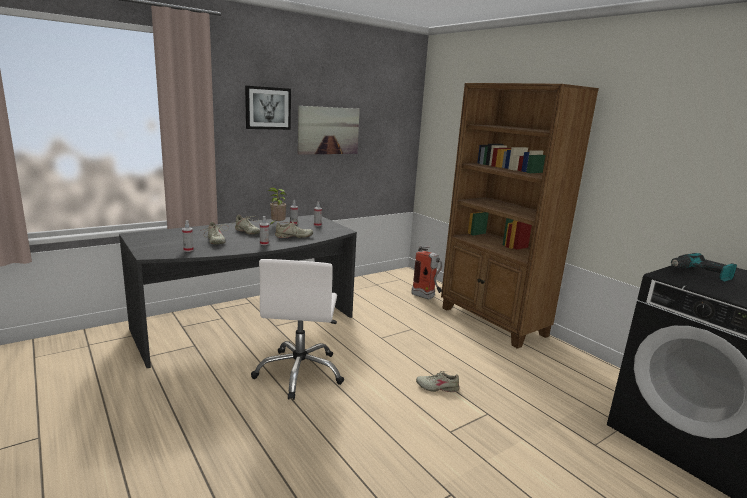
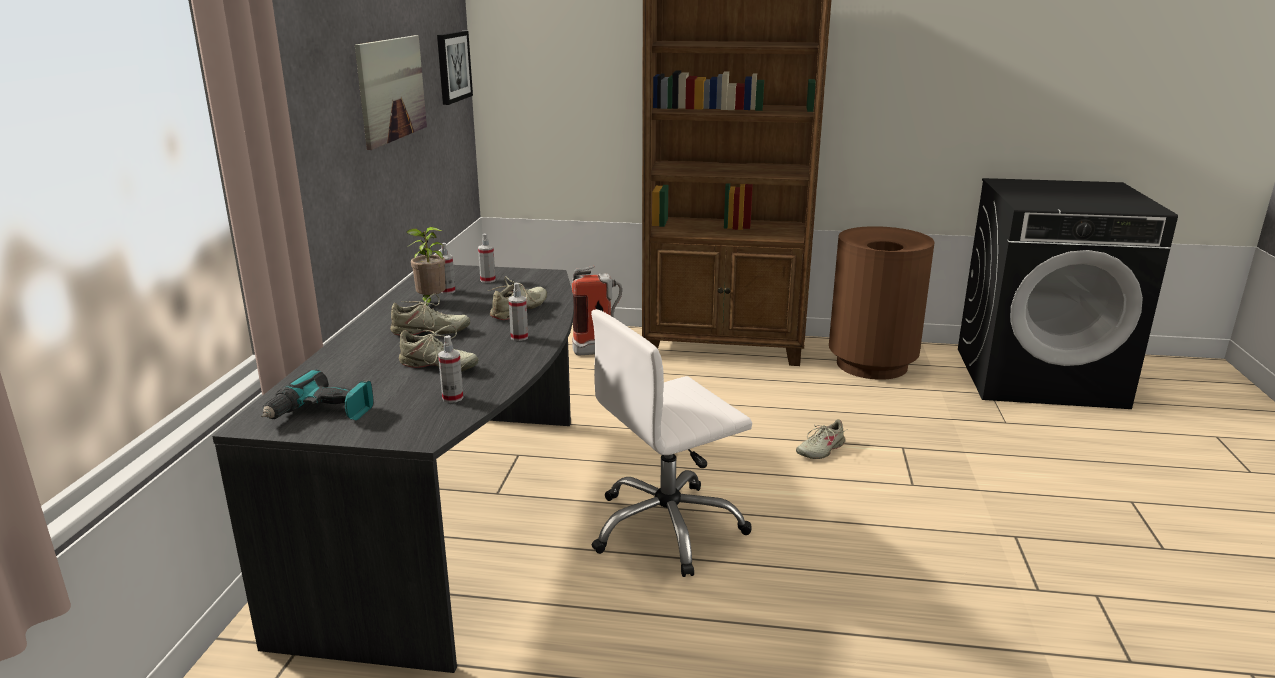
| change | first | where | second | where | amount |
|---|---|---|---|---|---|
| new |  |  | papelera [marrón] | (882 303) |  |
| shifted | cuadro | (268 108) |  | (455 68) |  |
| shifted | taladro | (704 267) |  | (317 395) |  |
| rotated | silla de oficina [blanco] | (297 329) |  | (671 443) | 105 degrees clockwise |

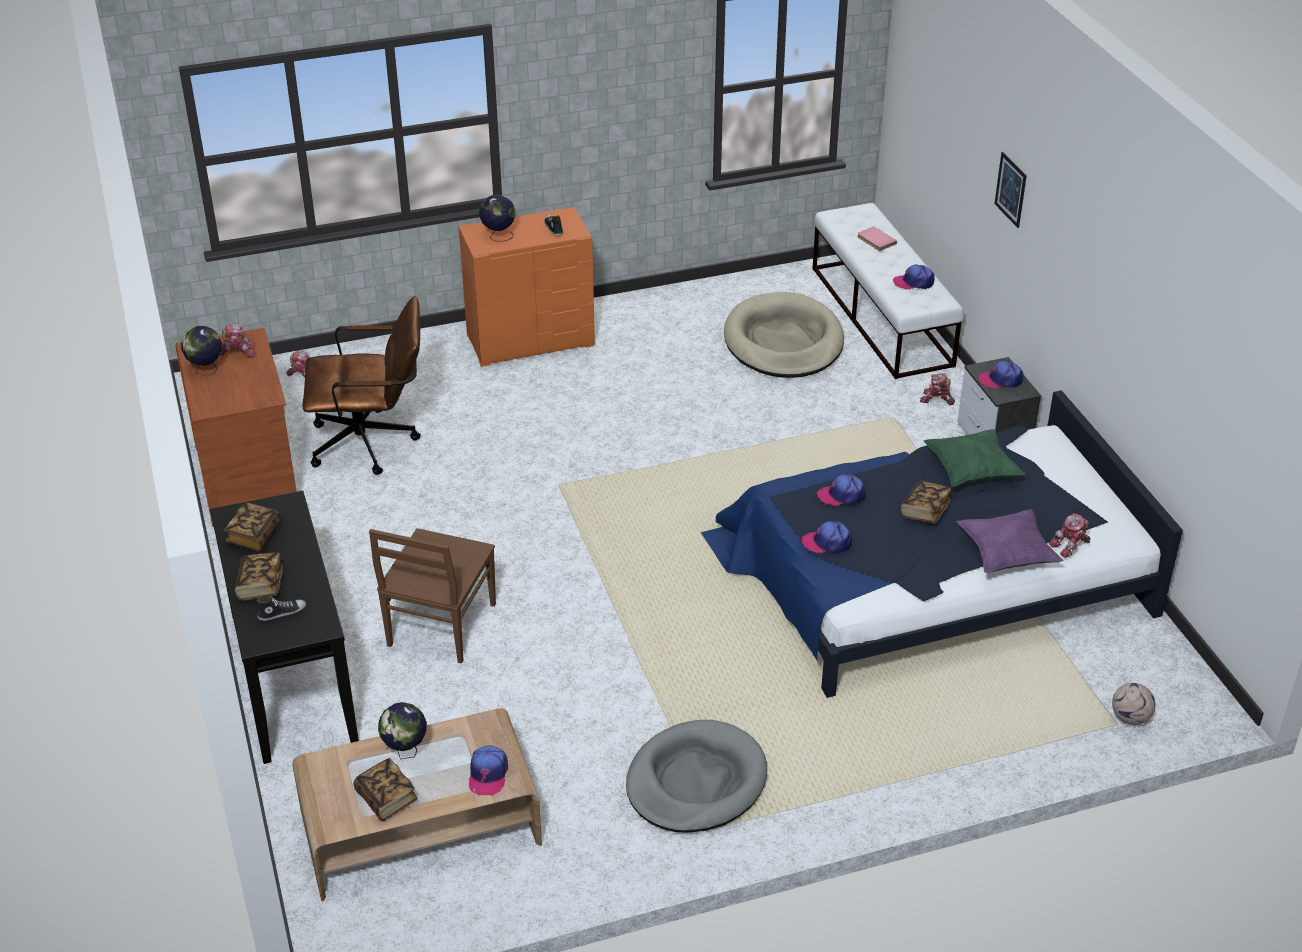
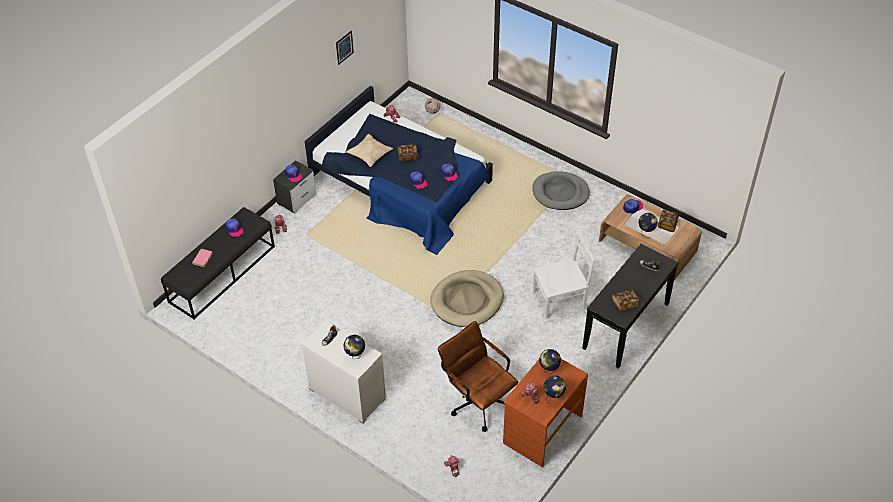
| change | first | where | second | where | amount |
|---|---|---|---|---|---|
| gone | libro | (258 576) |  |  |  |
| gone | cojín [morado] | (1010 541) |  |  |  |
| new |  |  | globo terráqueo | (550 361) |  |
| shifted | cama para perro [beis] | (784 335) |  | (467 298) |  |
| shifted | cuadro | (1011 190) |  | (345 48) |  |
| repainted | silla [marrón] | (432 596) | silla [blanco] | (564 276) |  |
| repainted | cómoda [naranja] | (527 287) | cómoda [blanco] | (344 372) |  |
| repainted | banco [blanco] | (888 291) | banco [negro] | (218 263) |  |
| repainted | cojín [verde] | (975 458) | cojín [beis] | (370 150) |  |

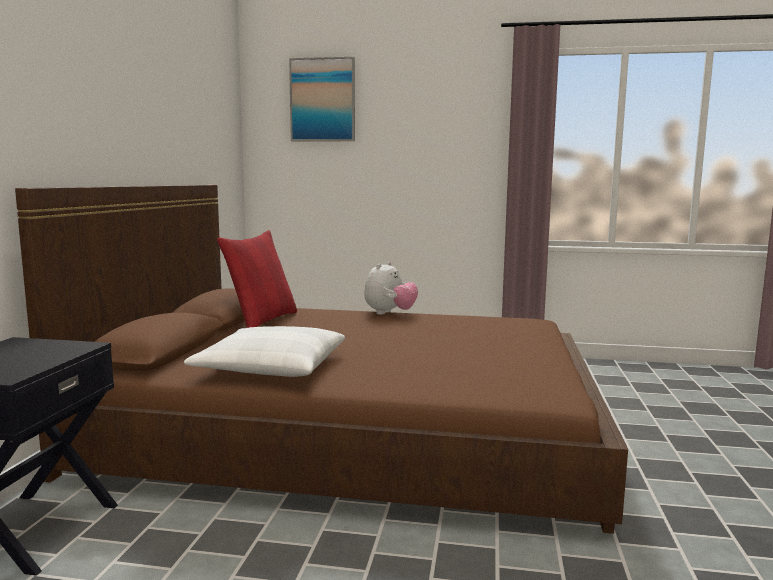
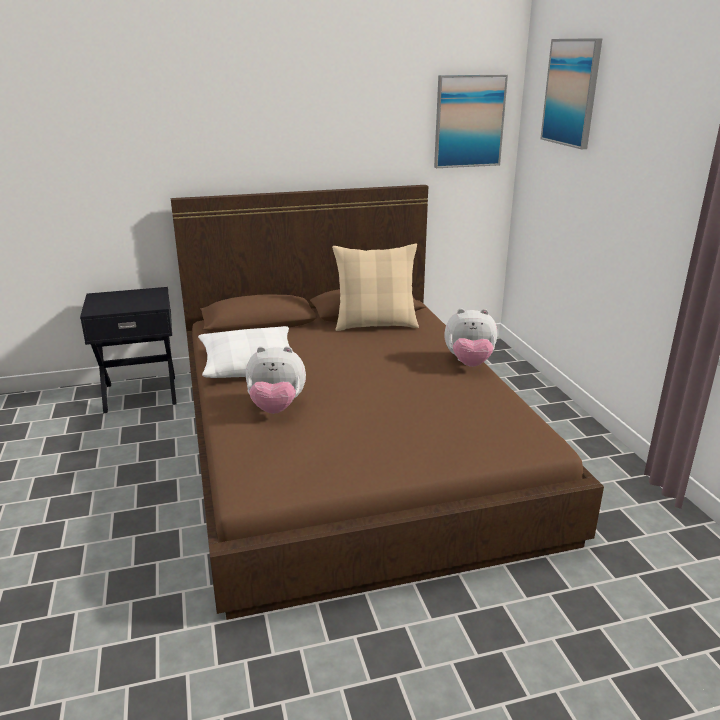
| change | first | where | second | where | amount |
|---|---|---|---|---|---|
| new |  |  | peluche | (276 380) |  |
| new |  |  | cuadro | (471 121) |  |
| repainted | cojín [rojo] | (257 279) | cojín [beis] | (375 287) |  |

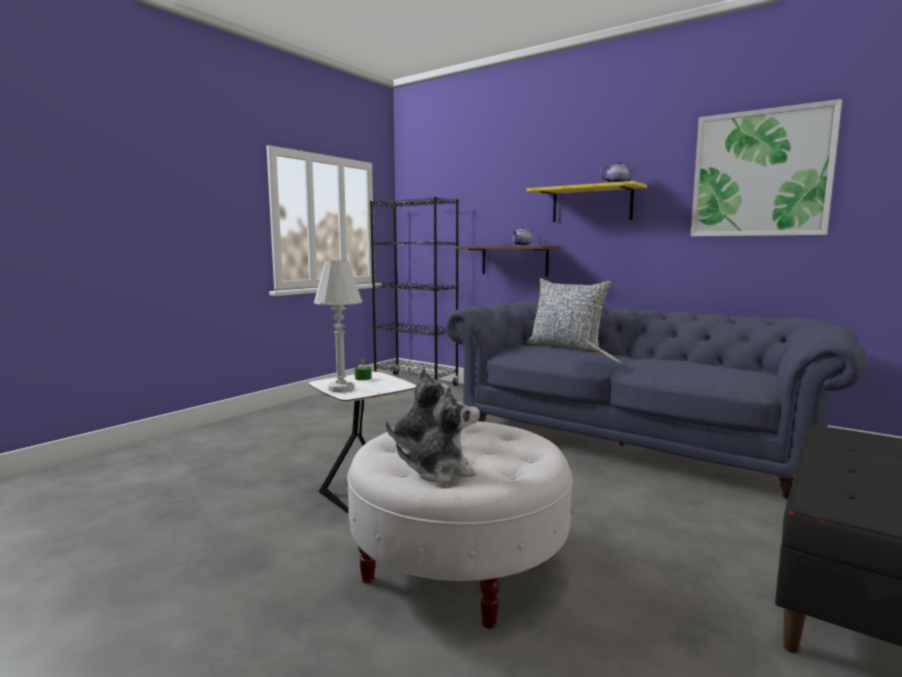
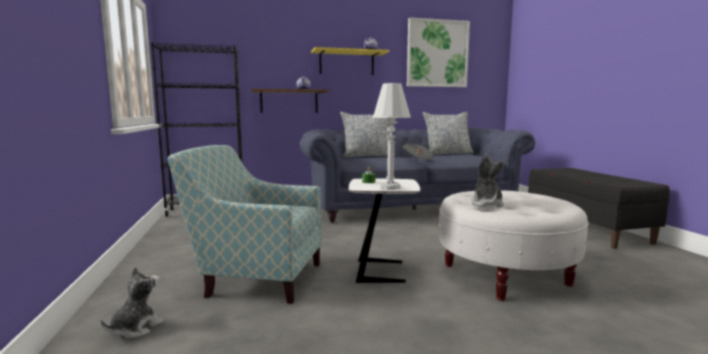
| change | first | where | second | where | amount |
|---|---|---|---|---|---|
| new |  |  | sillón | (245 224) |  |
| new |  |  | cojín | (448 133) |  |
| shifted | peluche | (438 434) |  | (132 303) |  |

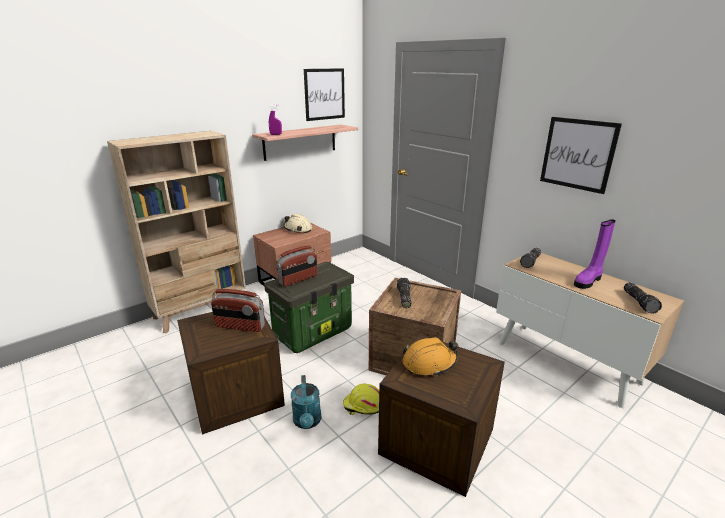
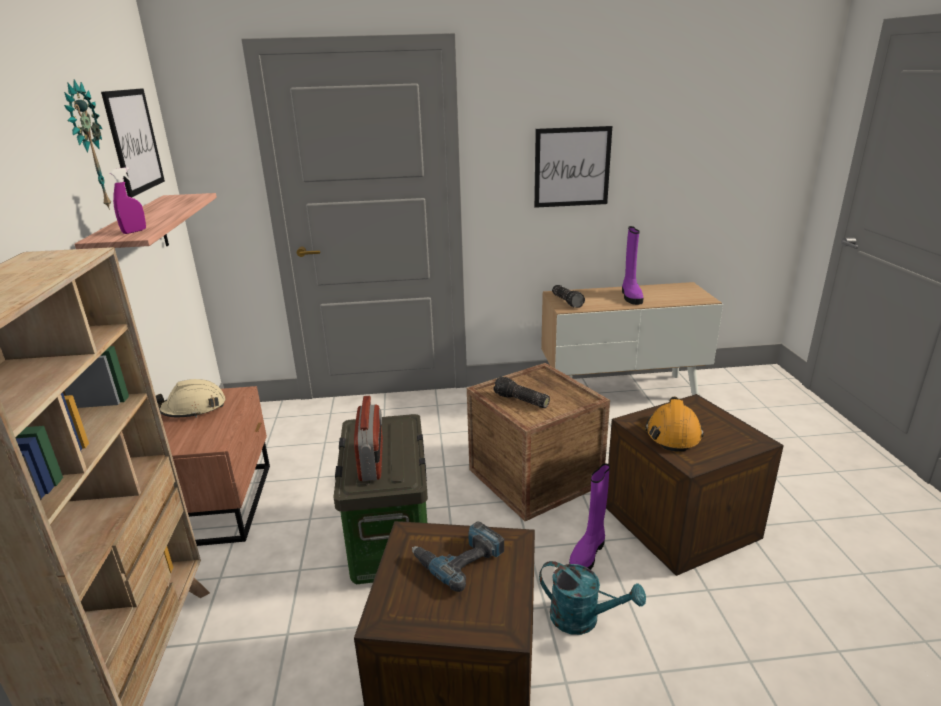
| change | first | where | second | where | amount |
|---|---|---|---|---|---|
| gone | linterna | (643 298) |  |  |  |
| new |  |  | reloj de pared | (87 144) |  |
| swapped | radio | (238 310) | taladro | (458 556) |  |
| swapped | casco [amarillo] | (361 399) | bota [morado] | (589 516) |  |

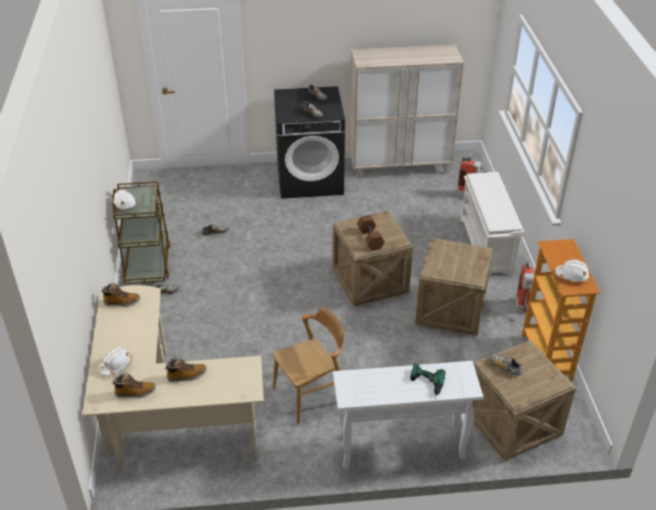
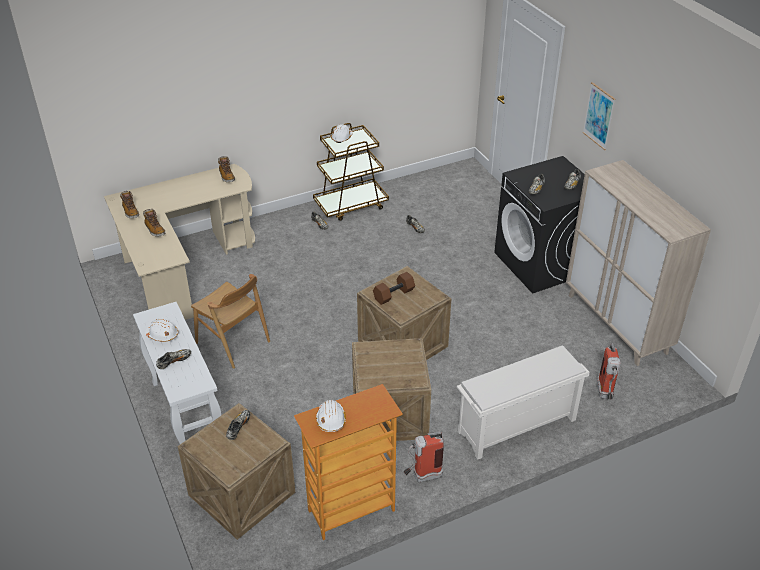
| change | first | where | second | where | amount |
|---|---|---|---|---|---|
| new |  |  | cuadro | (599 116) |  |
| shifted | casco [blanco] | (115 361) |  | (161 330) |  |
| swapped | taladro | (427 381) | zapato | (173 359) |  |

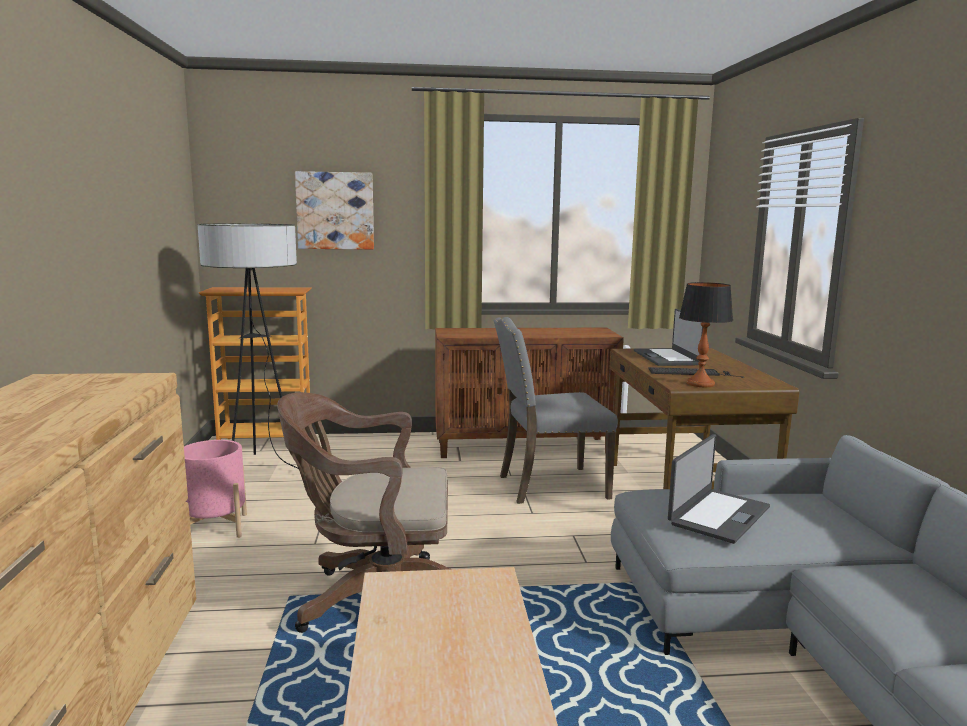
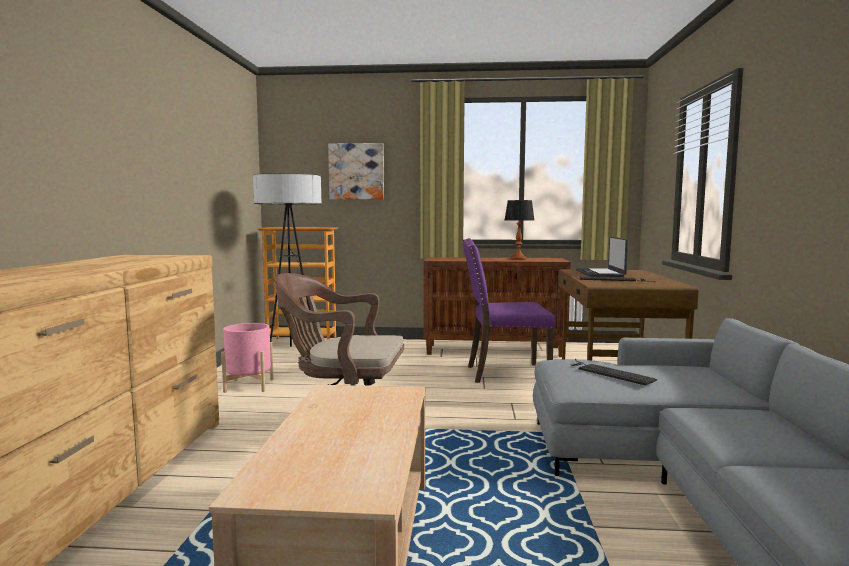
| change | first | where | second | where | amount |
|---|---|---|---|---|---|
| shifted | lámpara de mesa | (706 334) |  | (519 230) |  |
| swapped | portátil | (719 489) | teclado | (614 372) |  |
| repainted | silla [gris] | (555 410) | silla [morado] | (509 310) |  |

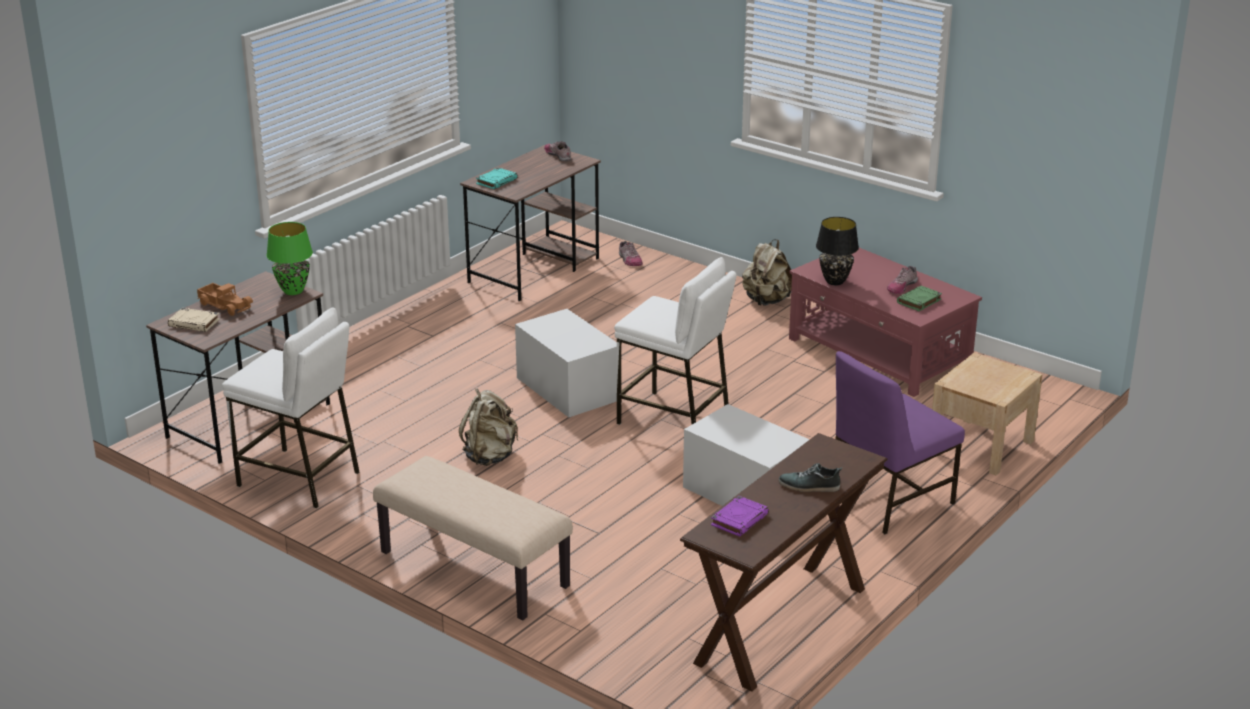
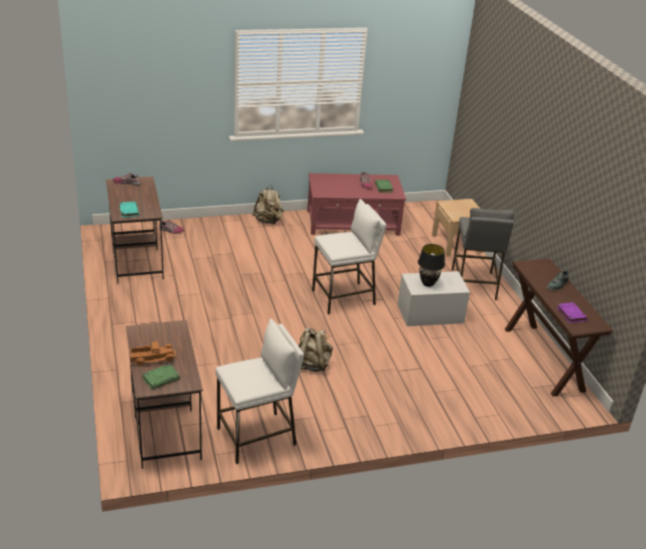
| change | first | where | second | where | amount |
|---|---|---|---|---|---|
| gone | lámpara de mesa [verde] | (289 258) |  |  |  |
| gone | banco [beis] | (473 538) |  |  |  |
| gone | caja de almacenaje [blanco] | (566 363) |  |  |  |
| shifted | lámpara de mesa [negro] | (837 251) |  | (431 265) |  |
| swapped | silla [morado] | (900 442) | taburete [gris] | (483 254) |  |
| repainted | libro [beis] | (194 320) | libro [verde] | (161 376) |  |

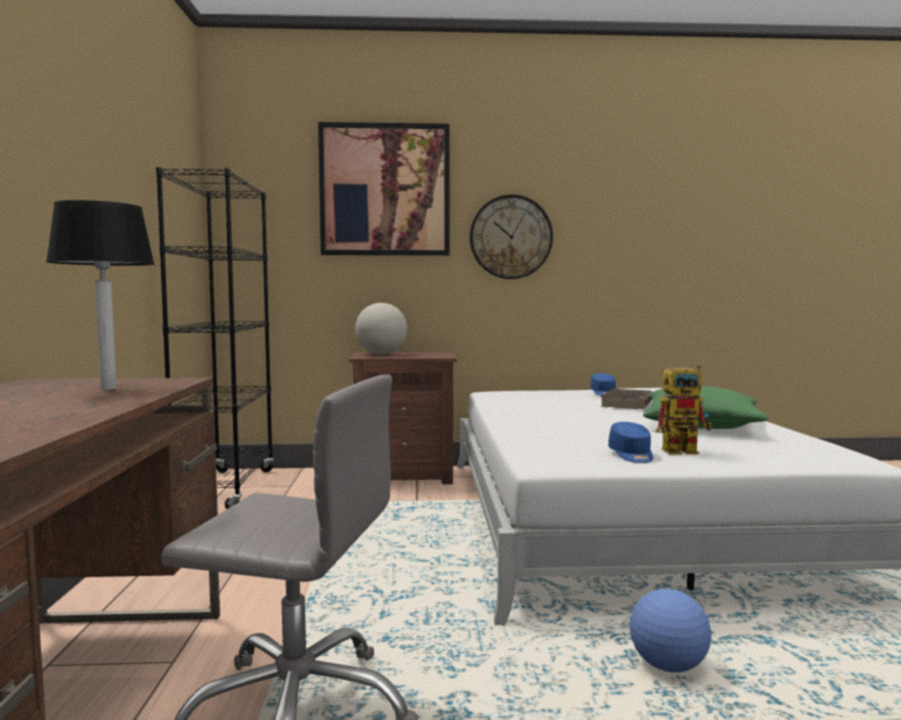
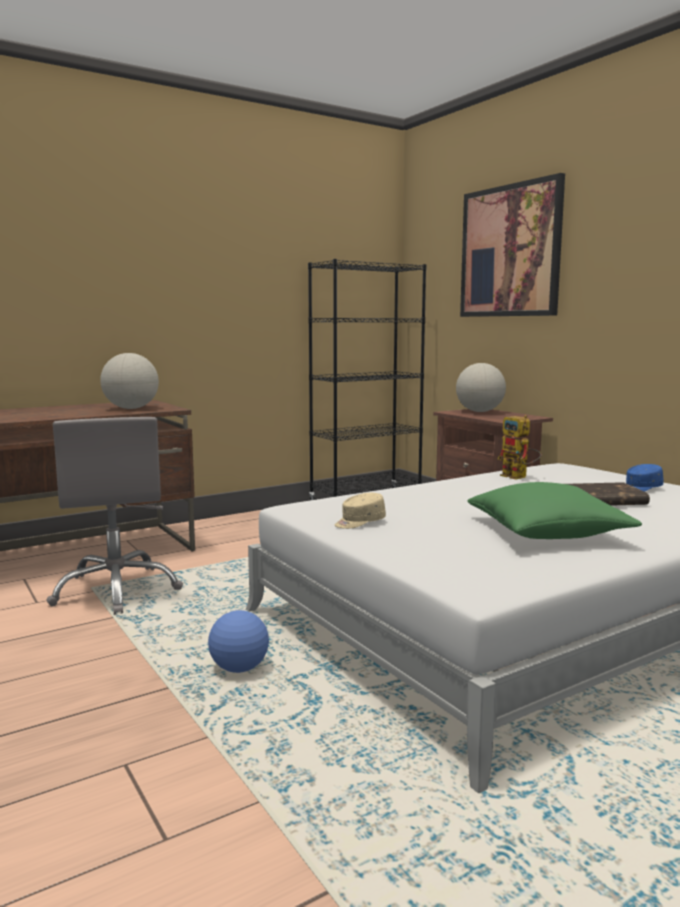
| change | first | where | second | where | amount |
|---|---|---|---|---|---|
| gone | reloj de pared | (511 236) |  |  |  |
| shifted | robot de juguete | (684 409) |  | (520 447) |  |
| swapped | lámpara de mesa | (100 295) | globo terráqueo | (129 381) |  |
| repainted | gorra [azul] | (630 442) | gorra [beis] | (360 511) |  |

